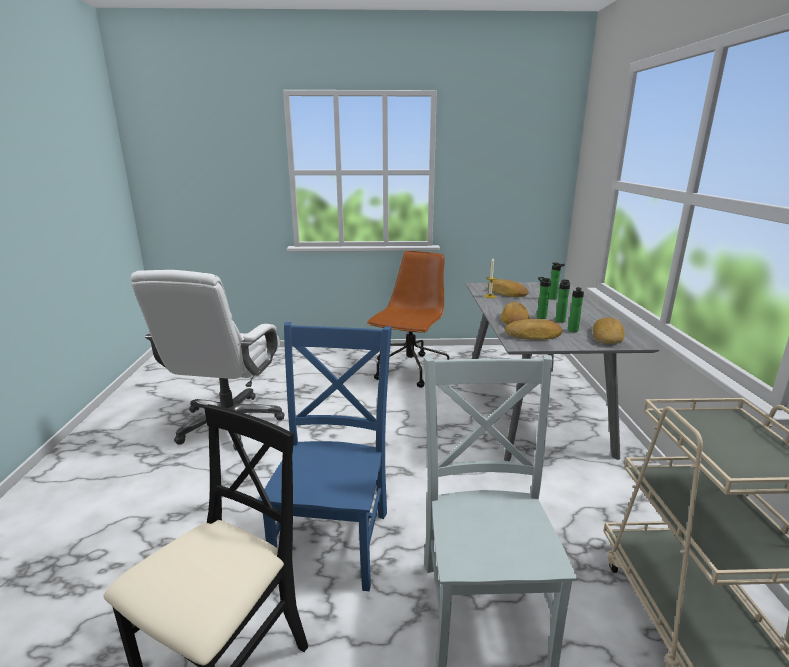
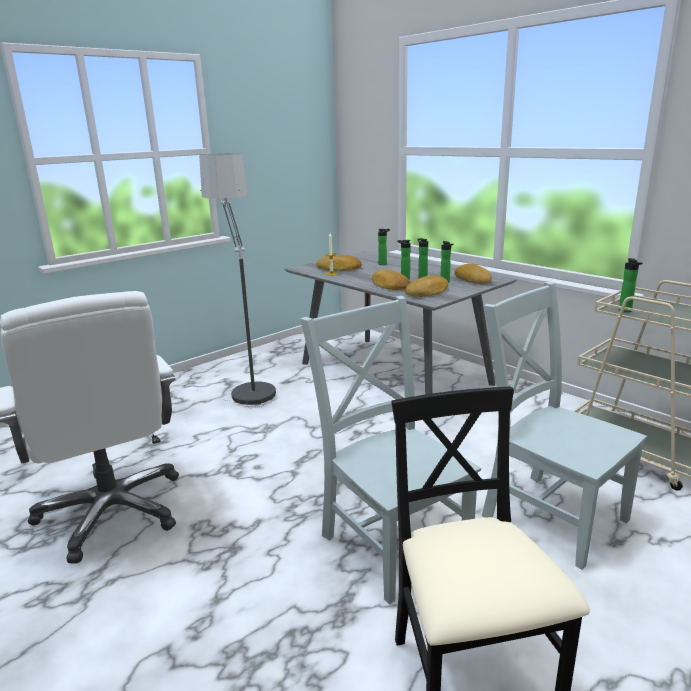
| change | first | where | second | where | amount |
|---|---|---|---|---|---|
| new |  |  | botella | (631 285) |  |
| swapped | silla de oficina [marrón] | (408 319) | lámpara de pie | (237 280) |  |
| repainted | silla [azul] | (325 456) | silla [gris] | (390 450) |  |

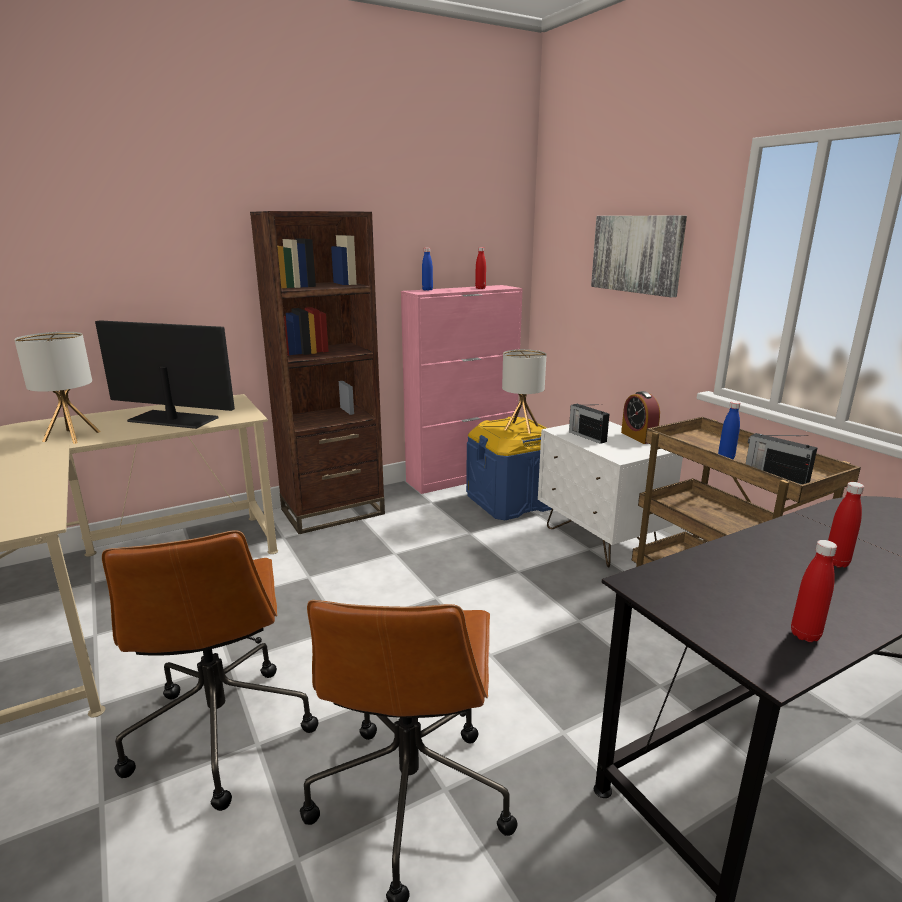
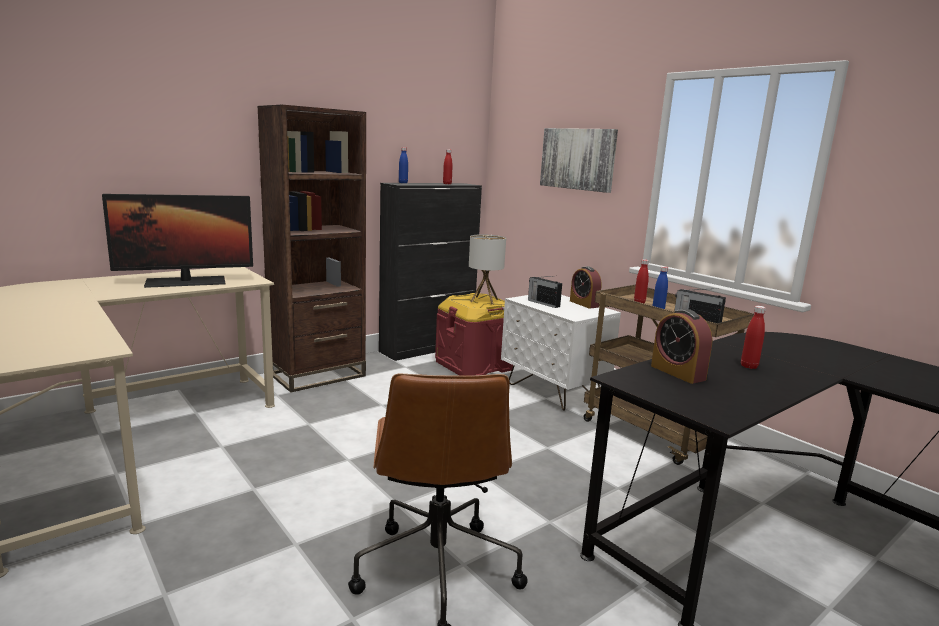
| change | first | where | second | where | amount |
|---|---|---|---|---|---|
| gone | lámpara de mesa | (57 388) |  |  |  |
| gone | silla de oficina [marrón] | (210 670) |  |  |  |
| new |  |  | despertador | (682 346) |  |
| shifted | botella [rojo] | (814 591) |  | (641 281) |  |
| repainted | armario [rosa] | (462 389) | armario [negro] | (430 272) |  |
| repainted | caja de almacenaje [azul] | (509 468) | caja de almacenaje [rojo] | (474 334) |  |
| rotated | monitor | (165 374) |  | (177 241) | 150 degrees clockwise |

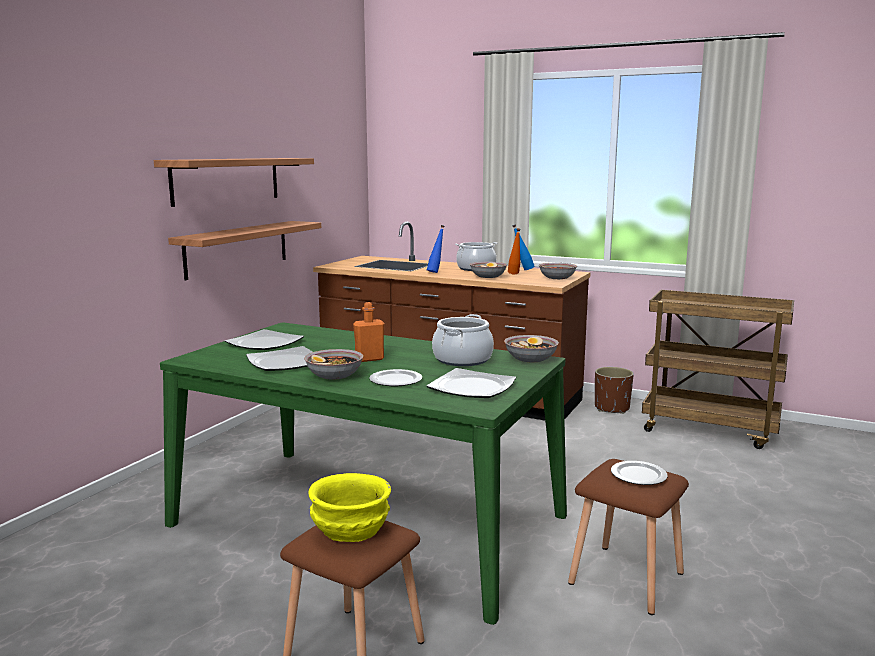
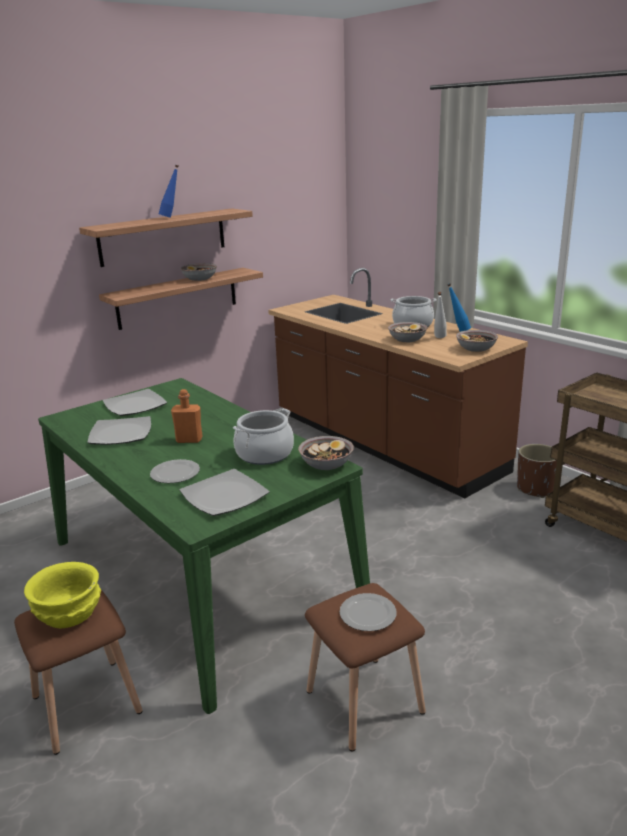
| change | first | where | second | where | amount |
|---|---|---|---|---|---|
| shifted | cuenco | (333 364) |  | (198 272) |  |
| shifted | botella [azul] | (435 249) |  | (169 191) |  |
| repainted | botella [naranja] | (514 251) | botella [blanco] | (440 315) |  |

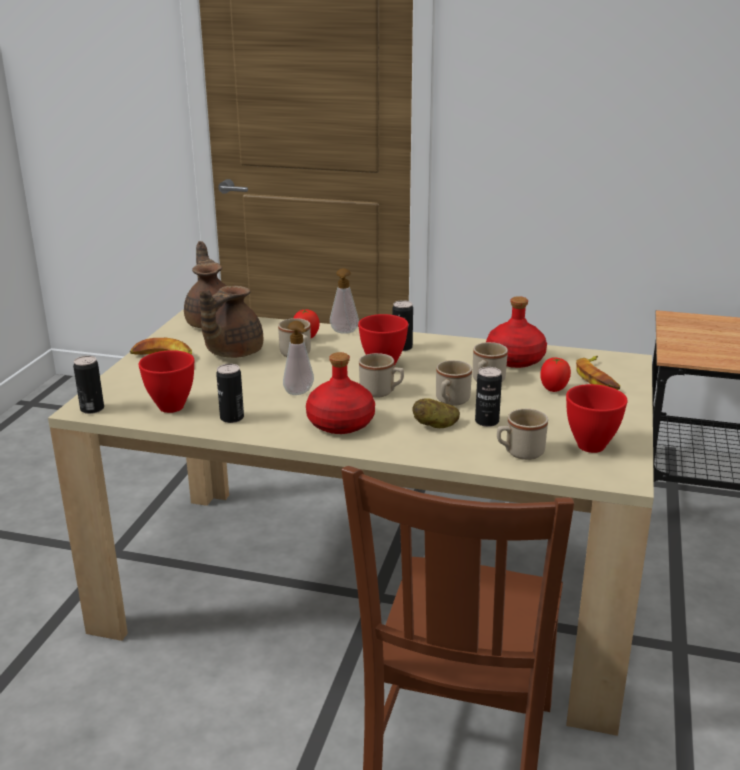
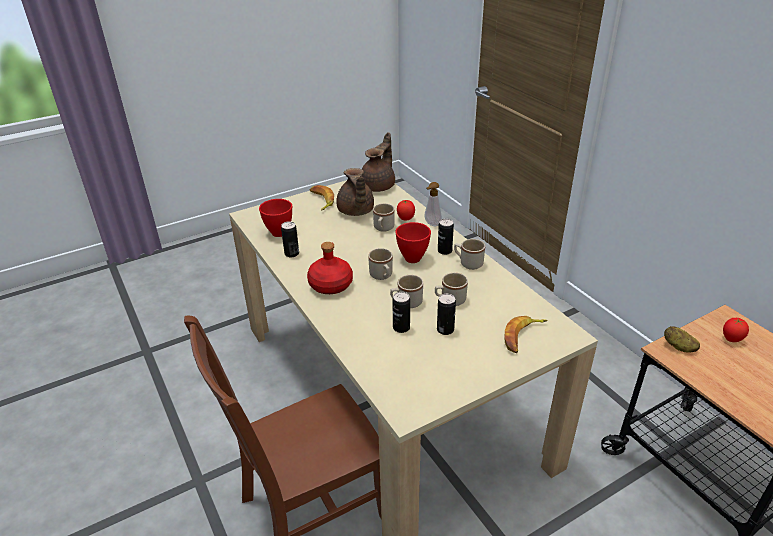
| change | first | where | second | where | amount |
|---|---|---|---|---|---|
| gone | dispensador de jabón | (298 358) |  |  |  |
| gone | botella [rojo] | (516 332) |  |  |  |
| gone | cuenco [rojo] | (596 418) |  |  |  |
| shifted | lata | (88 385) |  | (446 314) |  |
| shifted | patata | (436 413) |  | (682 339) |  |
| shifted | taza grande [beis] | (522 434) |  | (469 254) |  |
| shifted | tomate | (555 375) |  | (736 330) |  |
| rotated | tetera [marrón] | (231 322) |  | (355 192) | 90 degrees counterclockwise |

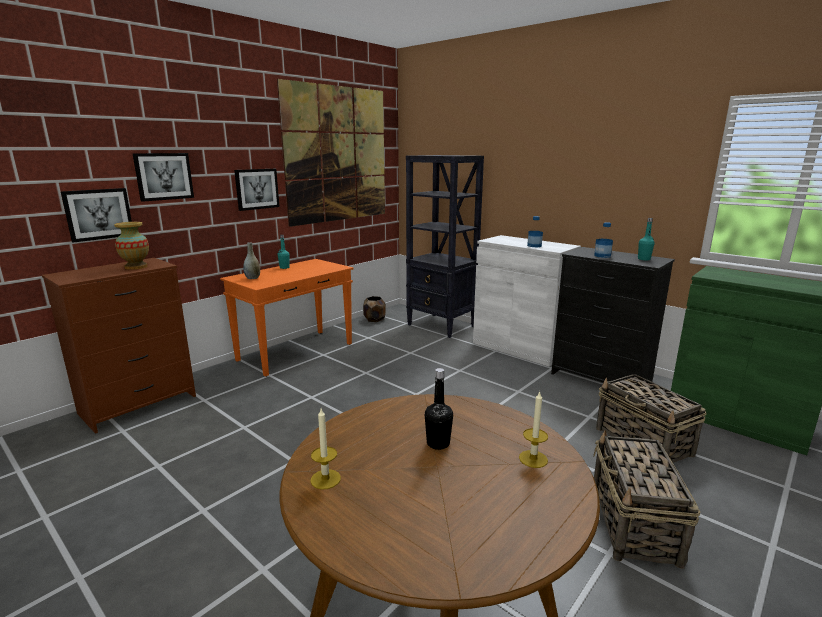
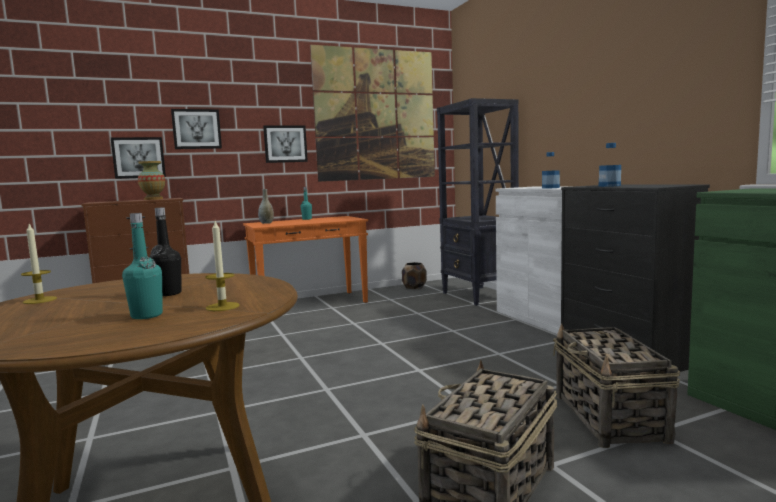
| change | first | where | second | where | amount |
|---|---|---|---|---|---|
| shifted | botella [turquesa] | (646 239) |  | (142 266) |  |

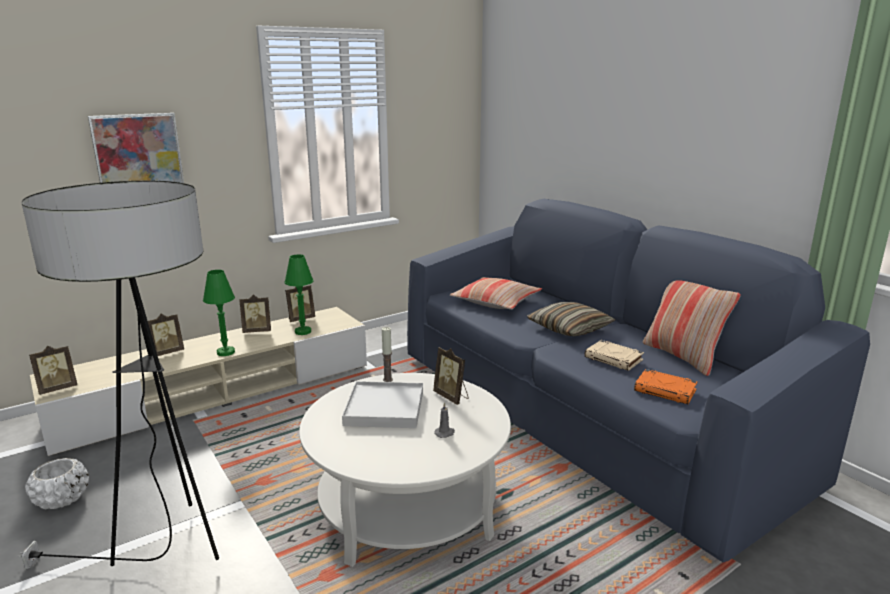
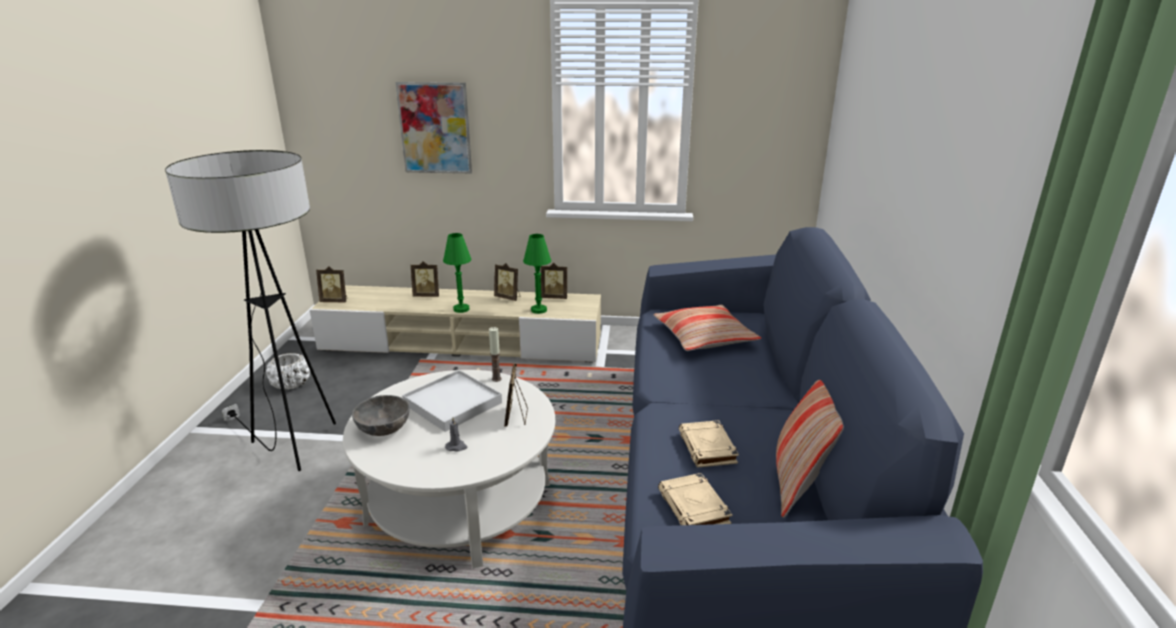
| change | first | where | second | where | amount |
|---|---|---|---|---|---|
| gone | cojín | (571 319) |  |  |  |
| new |  |  | cuenco [gris] | (381 415) |  |
| repainted | libro [naranja] | (666 386) | libro [beis] | (695 499) |  |

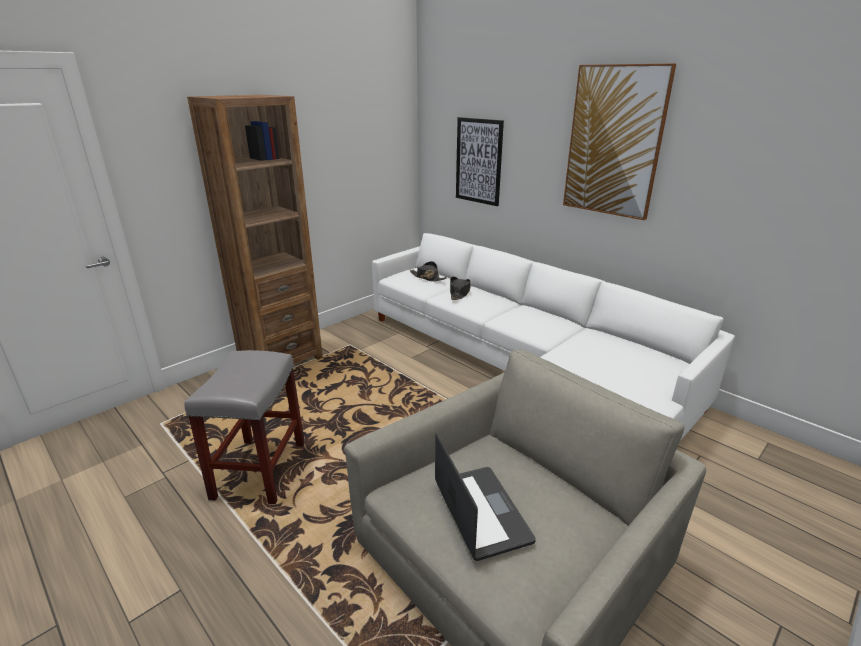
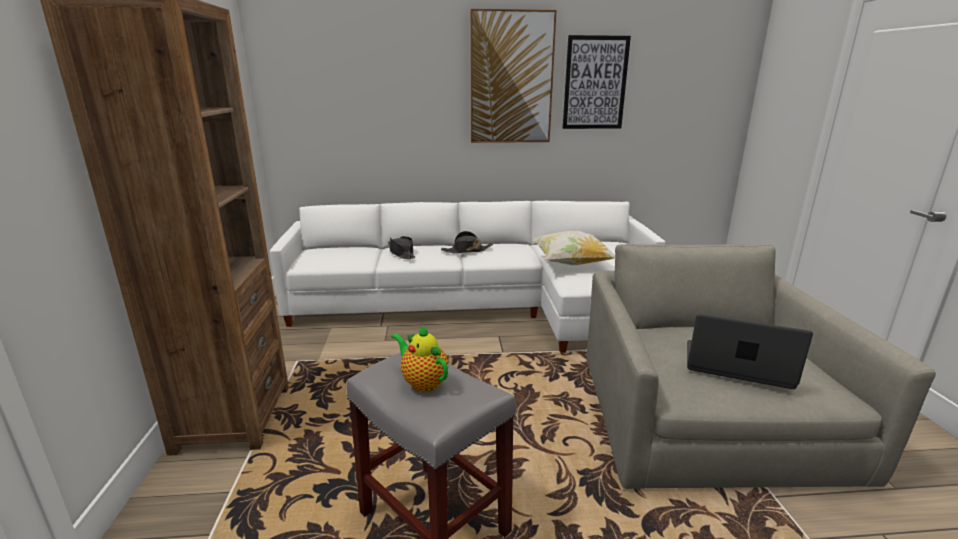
| change | first | where | second | where | amount |
|---|---|---|---|---|---|
| new |  |  | tetera | (419 358) |  |
| new |  |  | cojín | (574 248) |  |
| shifted | sombrero [negro] | (428 271) |  | (467 242) |  |
| shifted | cuadro | (480 161) |  | (597 82) |  |

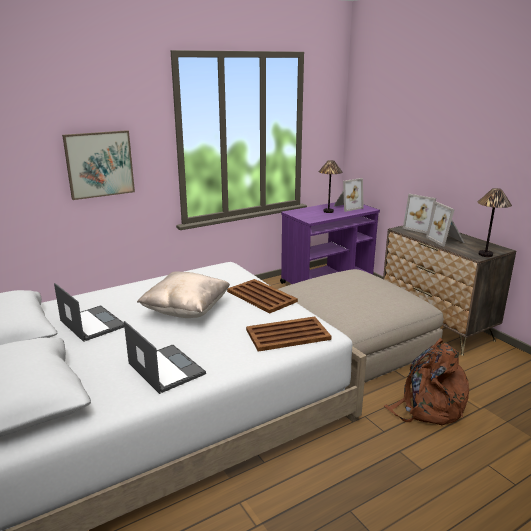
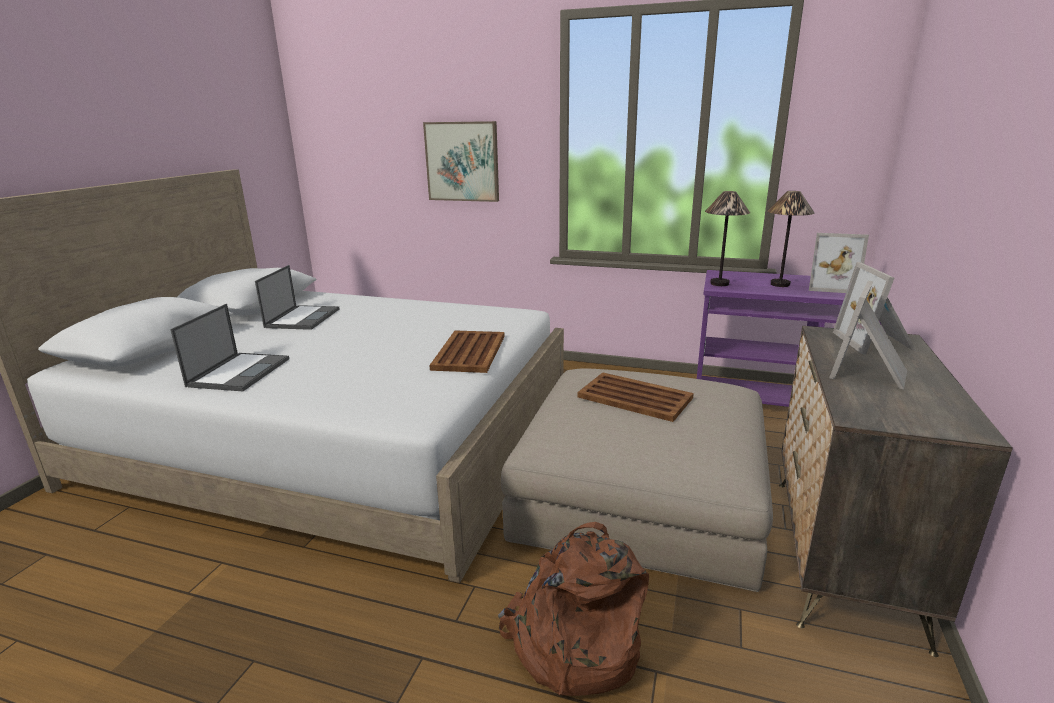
| change | first | where | second | where | amount |
|---|---|---|---|---|---|
| gone | cojín [beis] | (183 294) |  |  |  |
| shifted | bandeja [marrón] | (289 334) |  | (635 397) |  |
| shifted | lámpara de mesa | (495 222) |  | (727 238) |  |

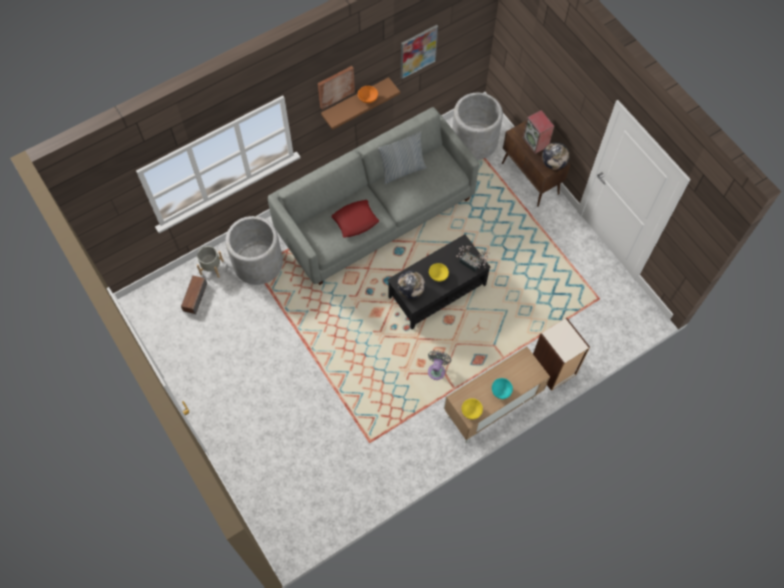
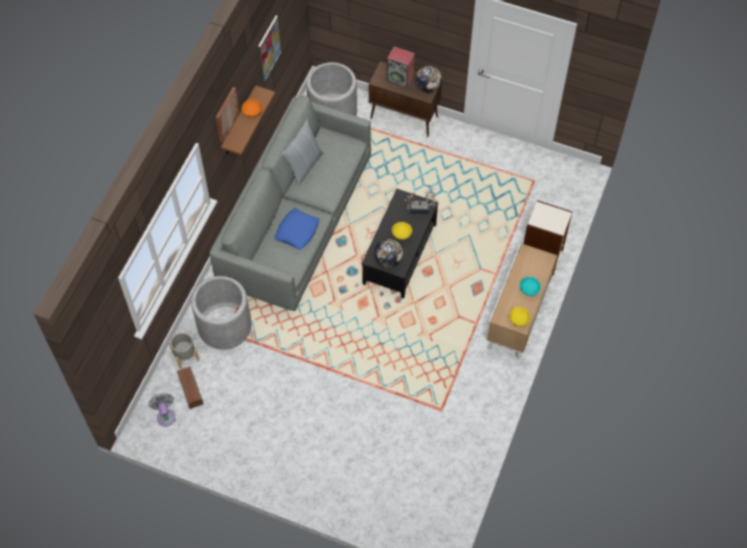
| change | first | where | second | where | amount |
|---|---|---|---|---|---|
| shifted | ventilador [gris] | (439 365) |  | (162 410) |  |
| repainted | cojín [rojo] | (355 219) | cojín [azul] | (297 229) |  |

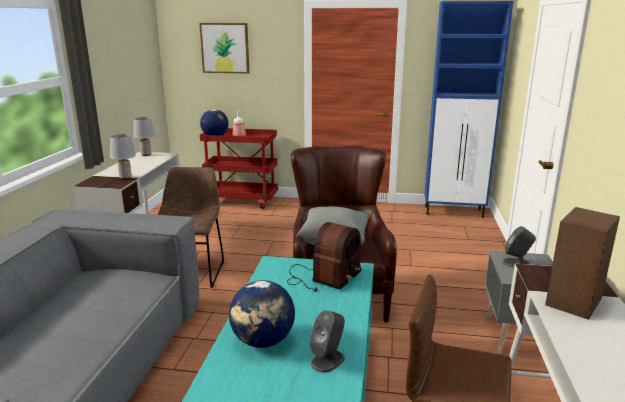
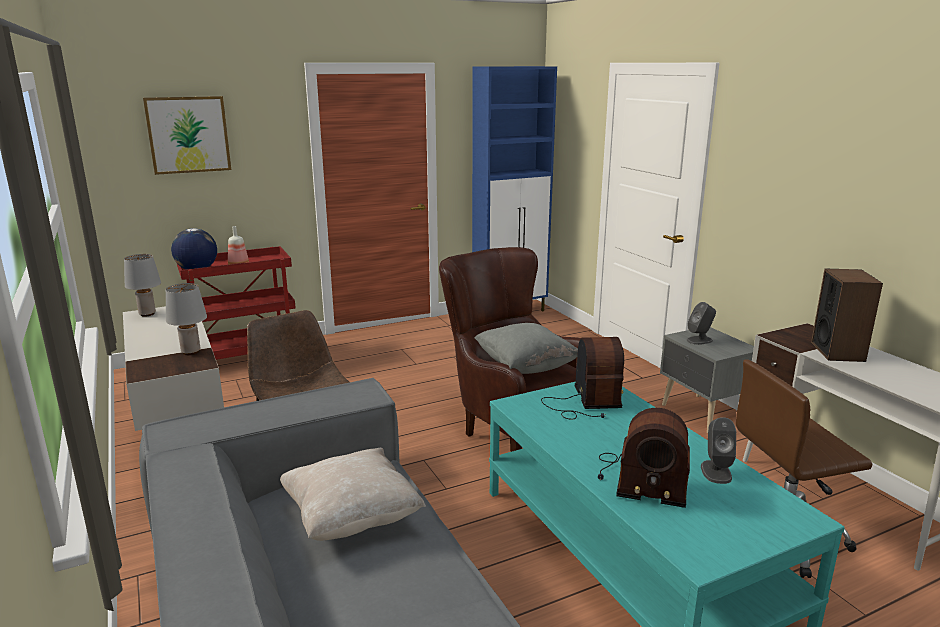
| change | first | where | second | where | amount |
|---|---|---|---|---|---|
| new |  |  | cojín [beis] | (353 494) |  |
| swapped | globo terráqueo | (262 314) | radio | (644 458) |  |

